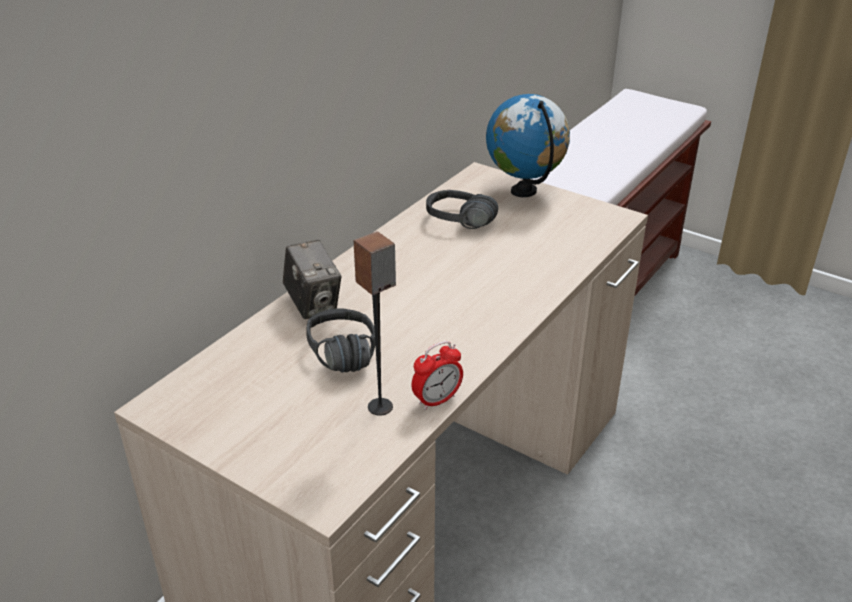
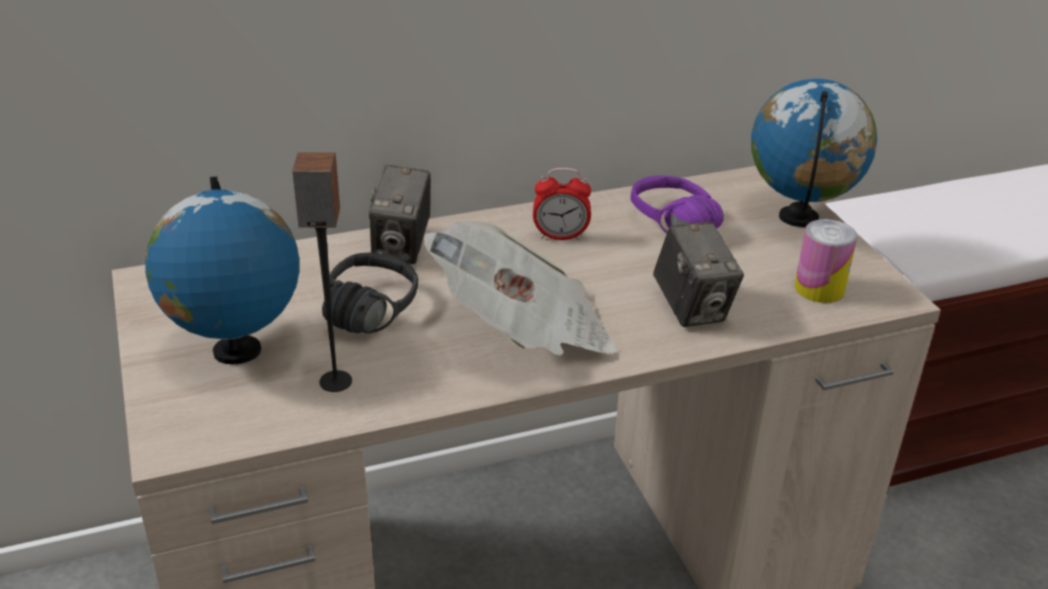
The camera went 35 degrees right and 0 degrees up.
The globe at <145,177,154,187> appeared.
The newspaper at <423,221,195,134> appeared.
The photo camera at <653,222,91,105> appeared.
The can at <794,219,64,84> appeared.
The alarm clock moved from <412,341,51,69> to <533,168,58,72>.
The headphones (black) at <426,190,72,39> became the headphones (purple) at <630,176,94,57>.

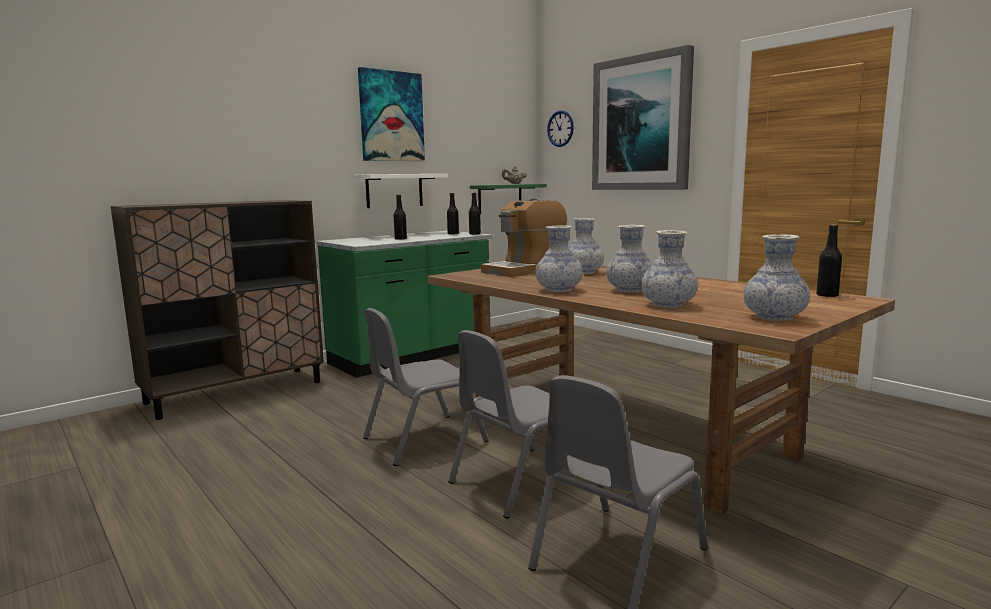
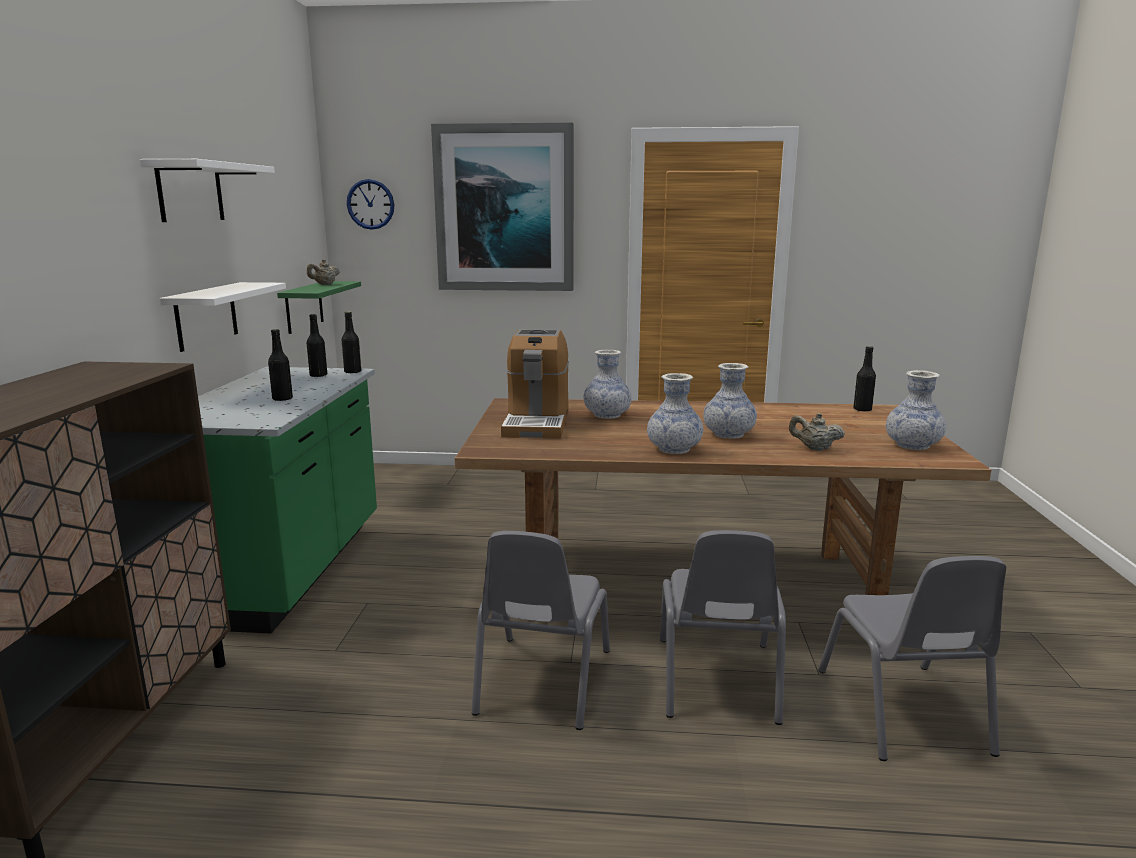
The camera went 45 degrees left and 5 degrees up.
The picture at <358,67,67,94> was replaced by the shelf (white) at <139,159,136,63>.
The vase at <641,230,57,78> was replaced by the teapot (beige) at <789,413,56,38>.

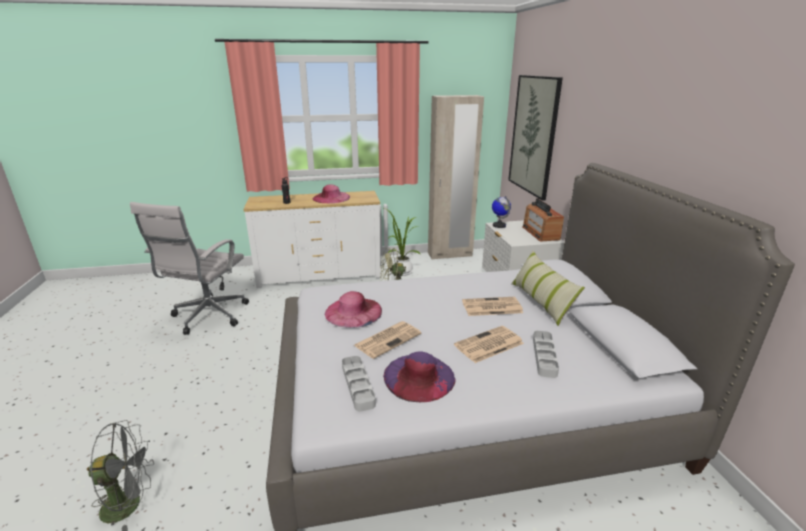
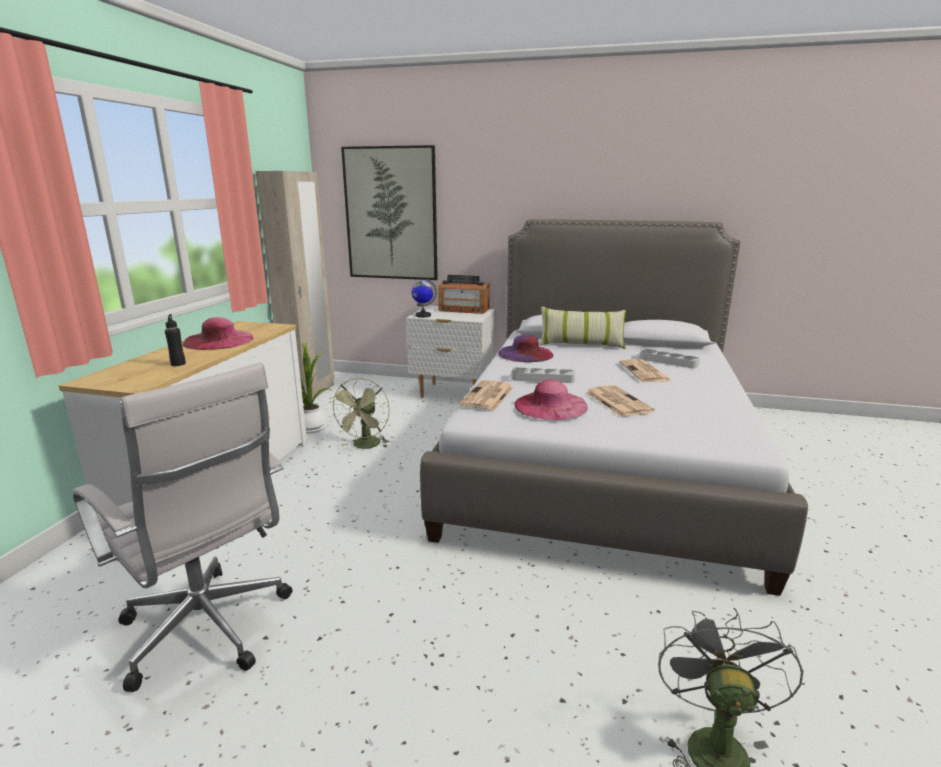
The camera went 65 degrees left and 5 degrees down.
The tray (grey) moved from <342,356,34,56> to <511,367,64,16>.
The hat (purple) moved from <383,351,73,51> to <498,334,56,28>.
The newspaper moved from <462,297,61,19> to <459,380,55,30>.

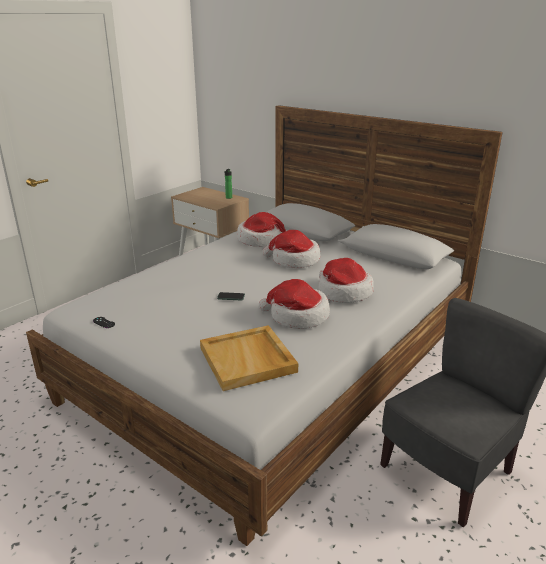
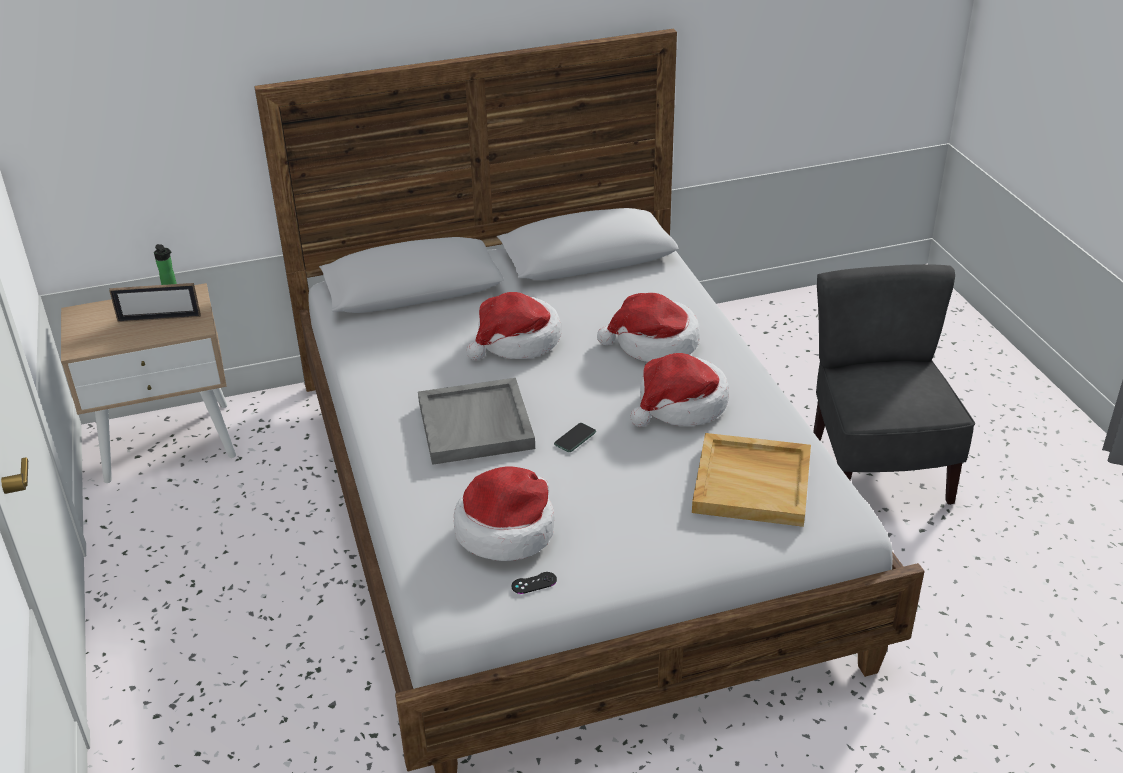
The camera went 55 degrees left and 10 degrees up.
The picture frame at <109,283,92,39> appeared.
The tray (grey) at <418,378,117,87> appeared.
The hat moved from <237,212,51,35> to <454,466,101,95>.

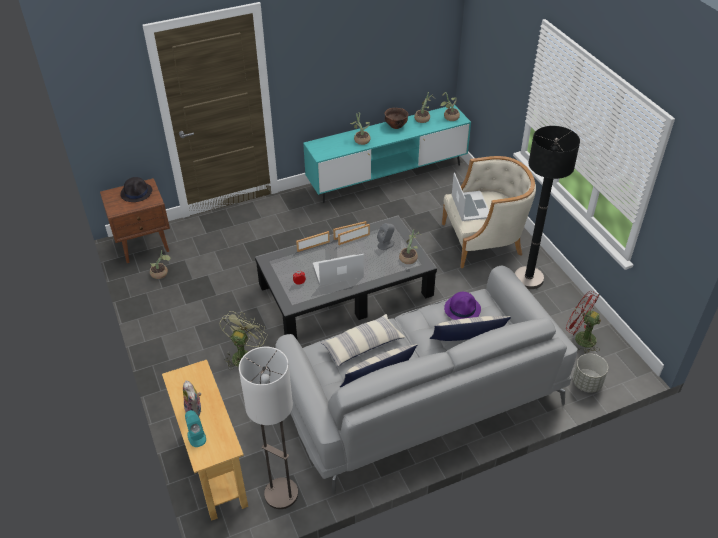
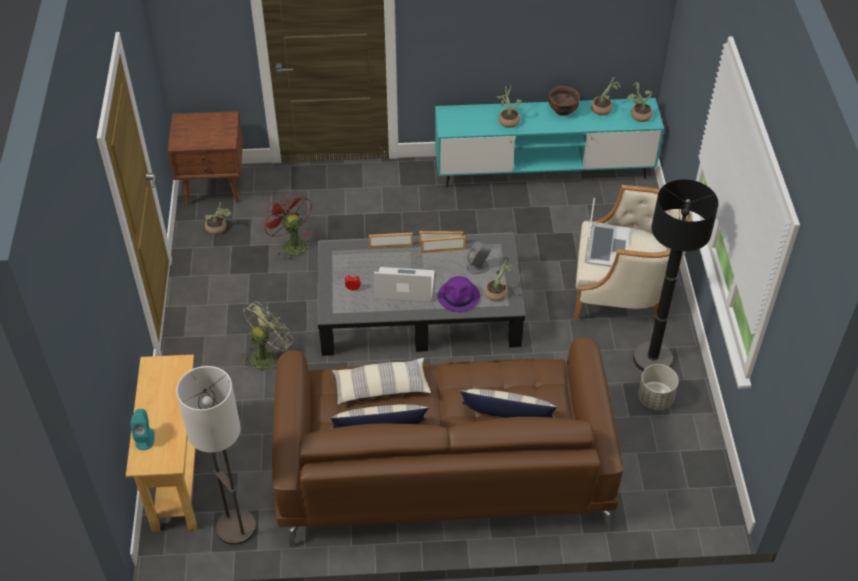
The camera went 20 degrees right and 5 degrees up.
The hat (black) at <120,177,32,25> disappeared.
The plush toy at <183,381,18,36> disappeared.
The hat (purple) moved from <444,292,37,28> to <438,276,42,36>.
The fan (red) moved from <566,291,35,62> to <261,191,51,71>.
The planter (grey) moved from <573,354,35,38> to <638,364,41,47>.
The sofa (grey) at <275,266,303,229> became the sofa (brown) at <272,337,351,210>.

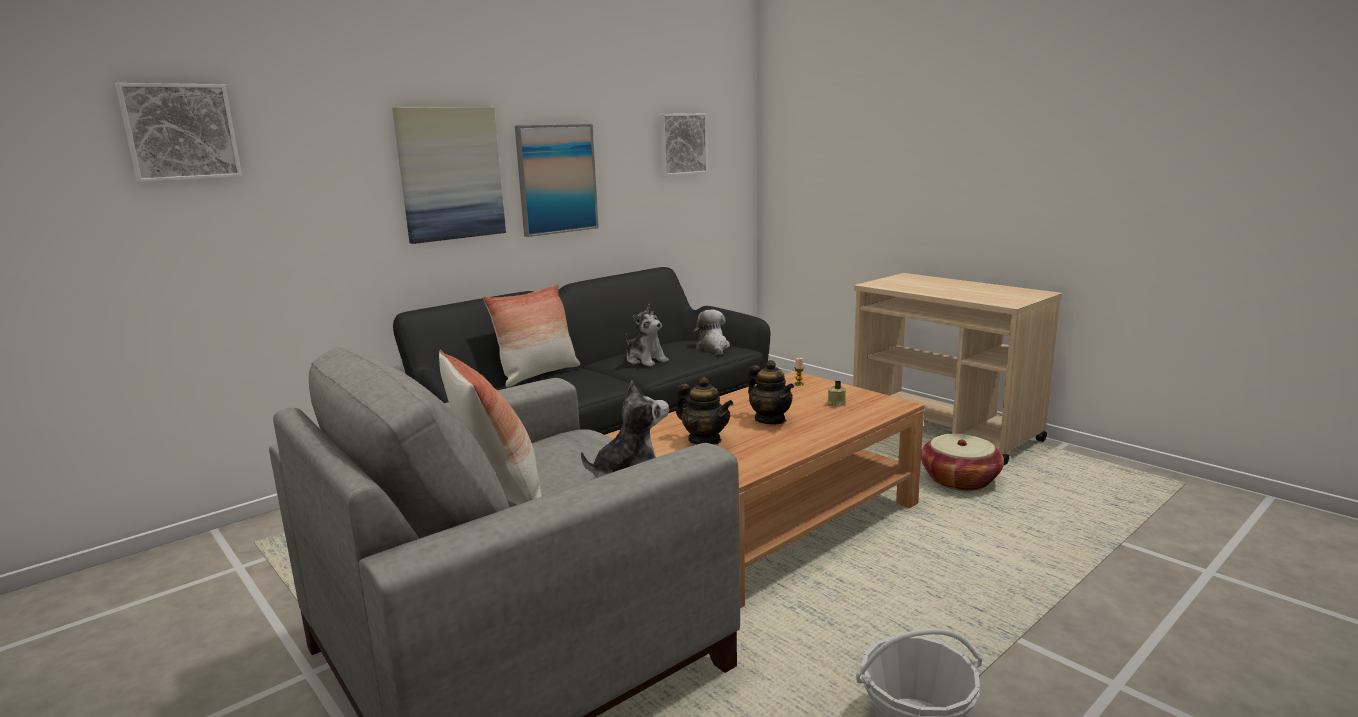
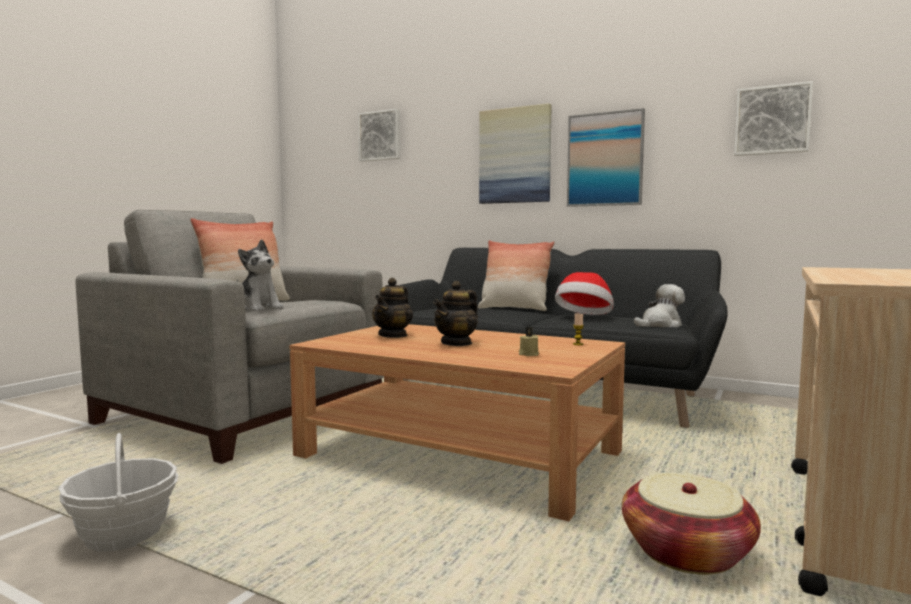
The camera went 70 degrees right and 10 degrees down.
The plush toy at <626,304,43,63> was replaced by the hat at <555,272,59,43>.

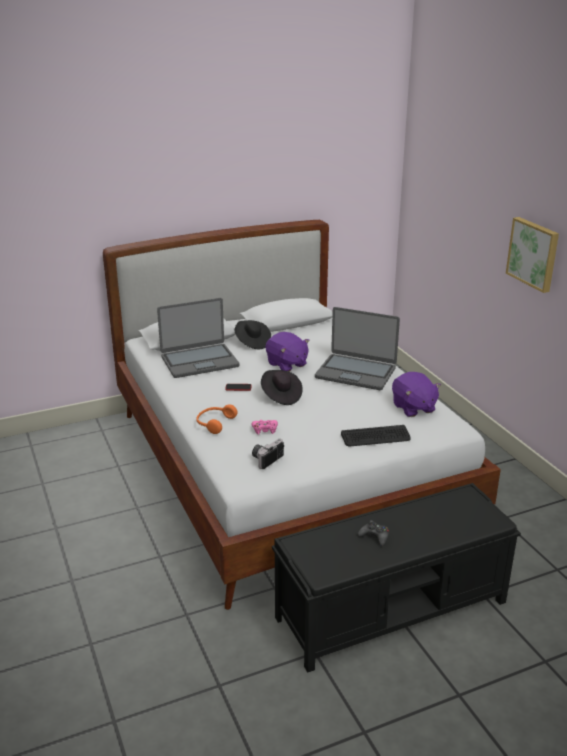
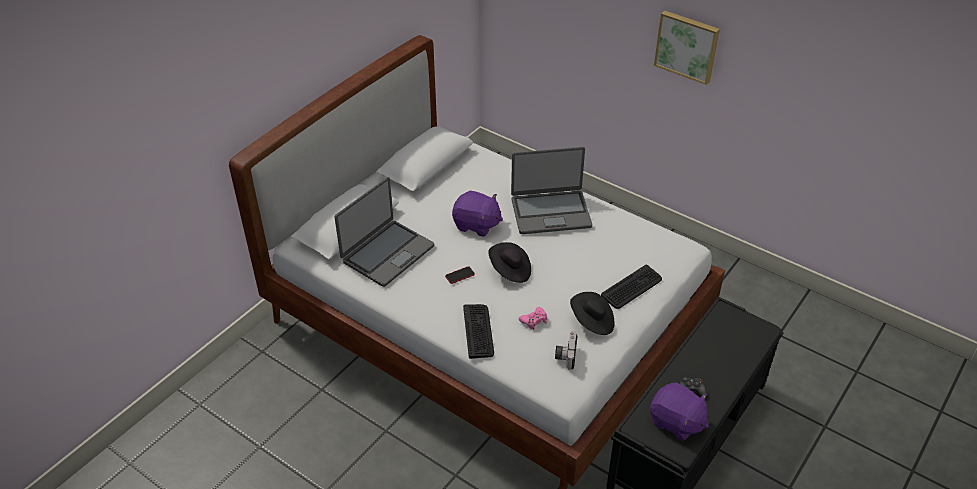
The camera went 30 degrees left and 15 degrees up.
The hat (black) moved from <235,320,36,29> to <570,292,45,43>.
The plush toy (purple) moved from <392,372,49,45> to <650,383,59,58>.
The headphones (orange) at <196,404,42,30> was replaced by the keyboard at <463,304,31,55>.

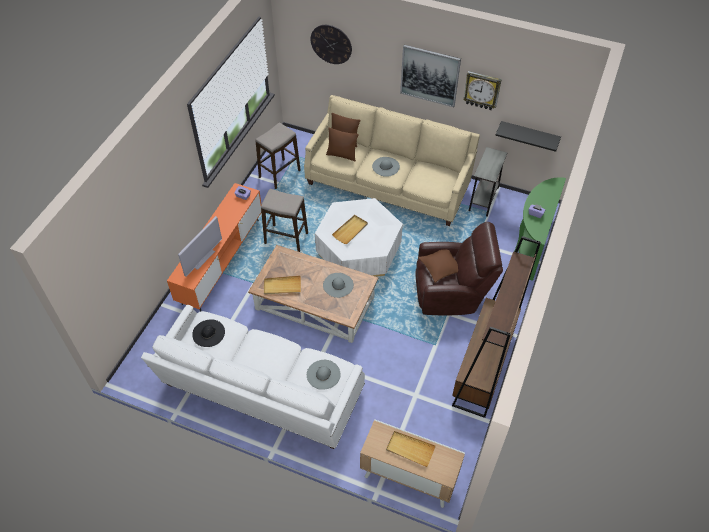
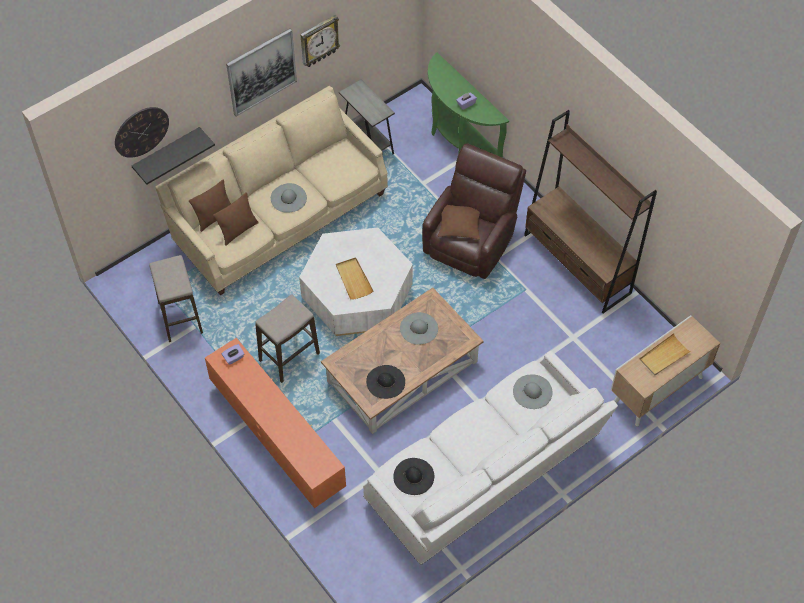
The camera went 60 degrees left and 5 degrees up.
The television at <178,216,44,61> disappeared.
The shelf (black) moved from <495,121,66,31> to <132,127,83,58>.
The tray (beige) at <264,276,37,19> was replaced by the hat (black) at <366,365,39,34>.

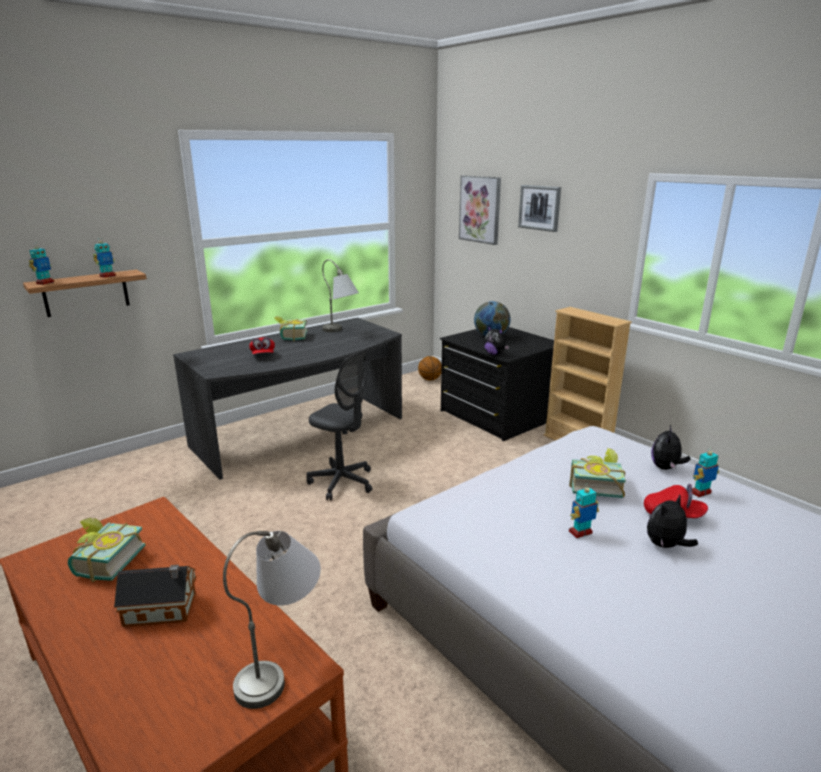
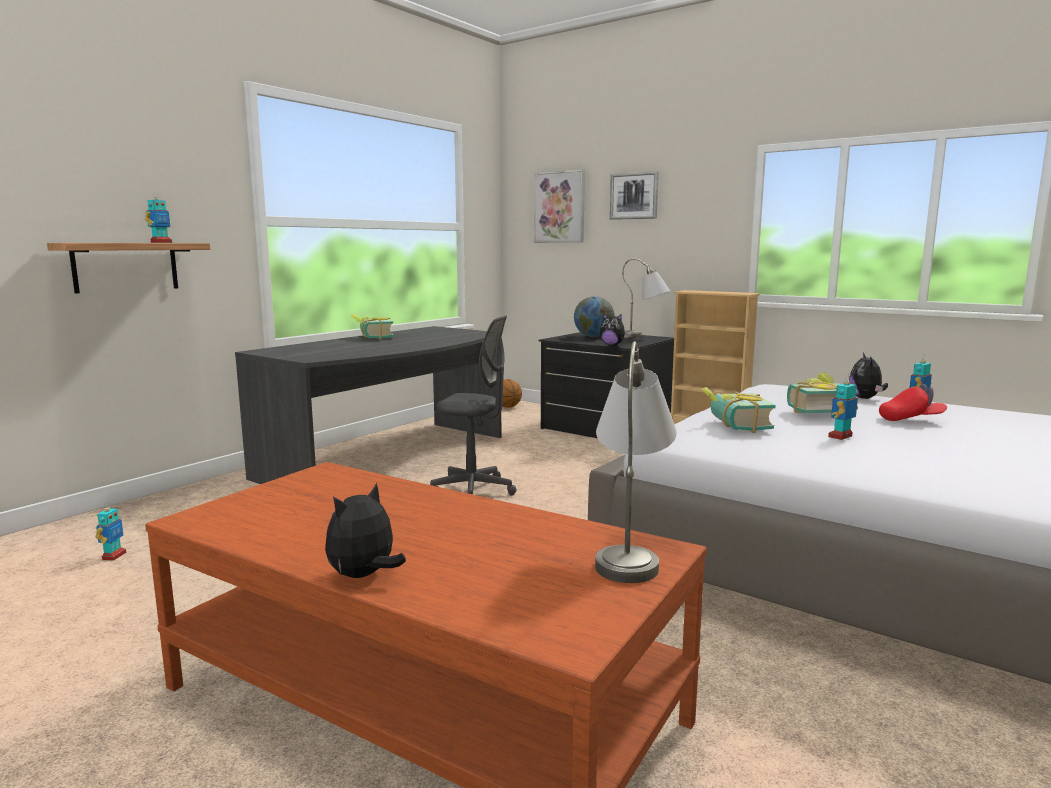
The camera went 15 degrees left and 10 degrees down.
The toy house at <114,565,82,62> disappeared.
The cap (red) at <249,337,26,17> disappeared.
The toy robot moved from <29,247,25,38> to <95,502,31,58>.
The book moved from <68,518,78,64> to <701,387,75,46>.
The table lamp (grey) moved from <322,259,37,73> to <622,258,48,79>.
The plush toy moved from <647,495,51,54> to <325,483,81,95>.

